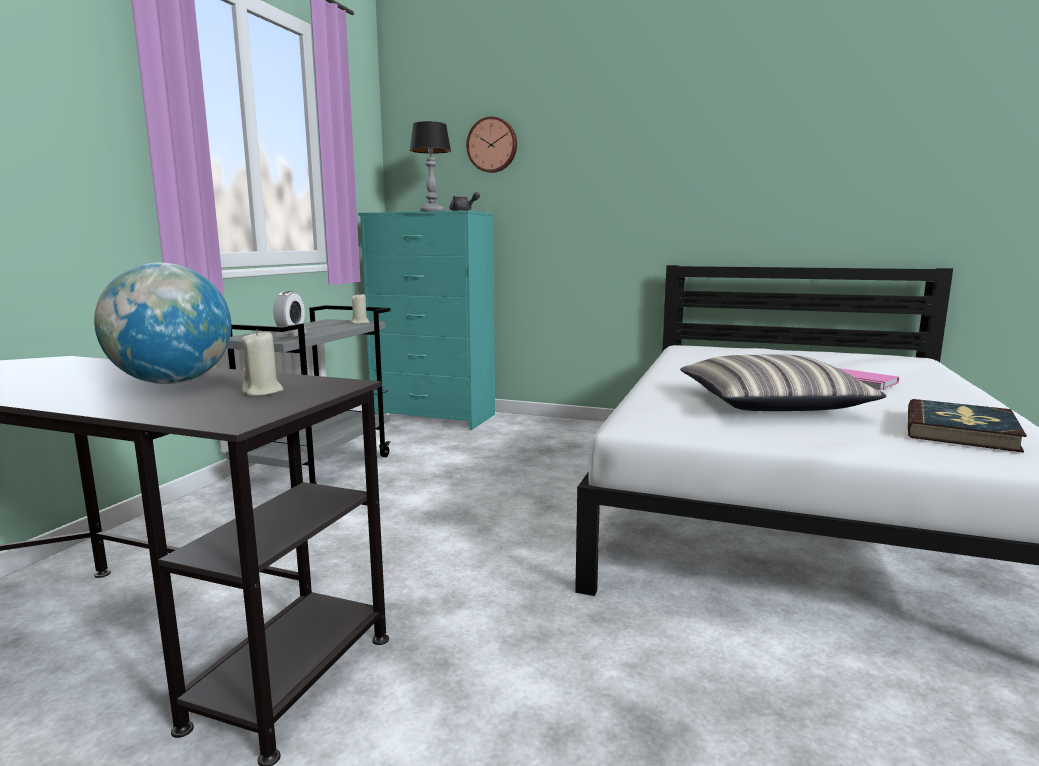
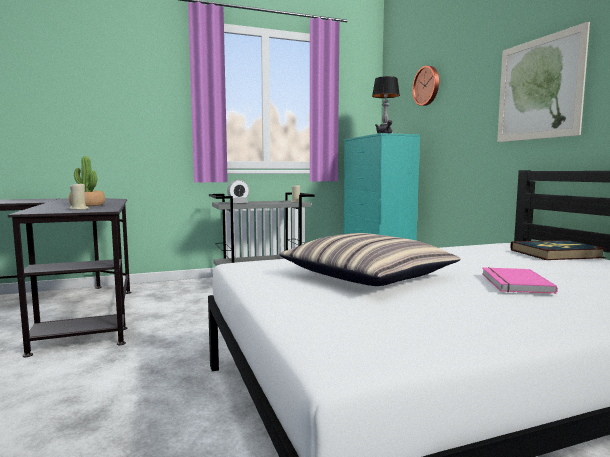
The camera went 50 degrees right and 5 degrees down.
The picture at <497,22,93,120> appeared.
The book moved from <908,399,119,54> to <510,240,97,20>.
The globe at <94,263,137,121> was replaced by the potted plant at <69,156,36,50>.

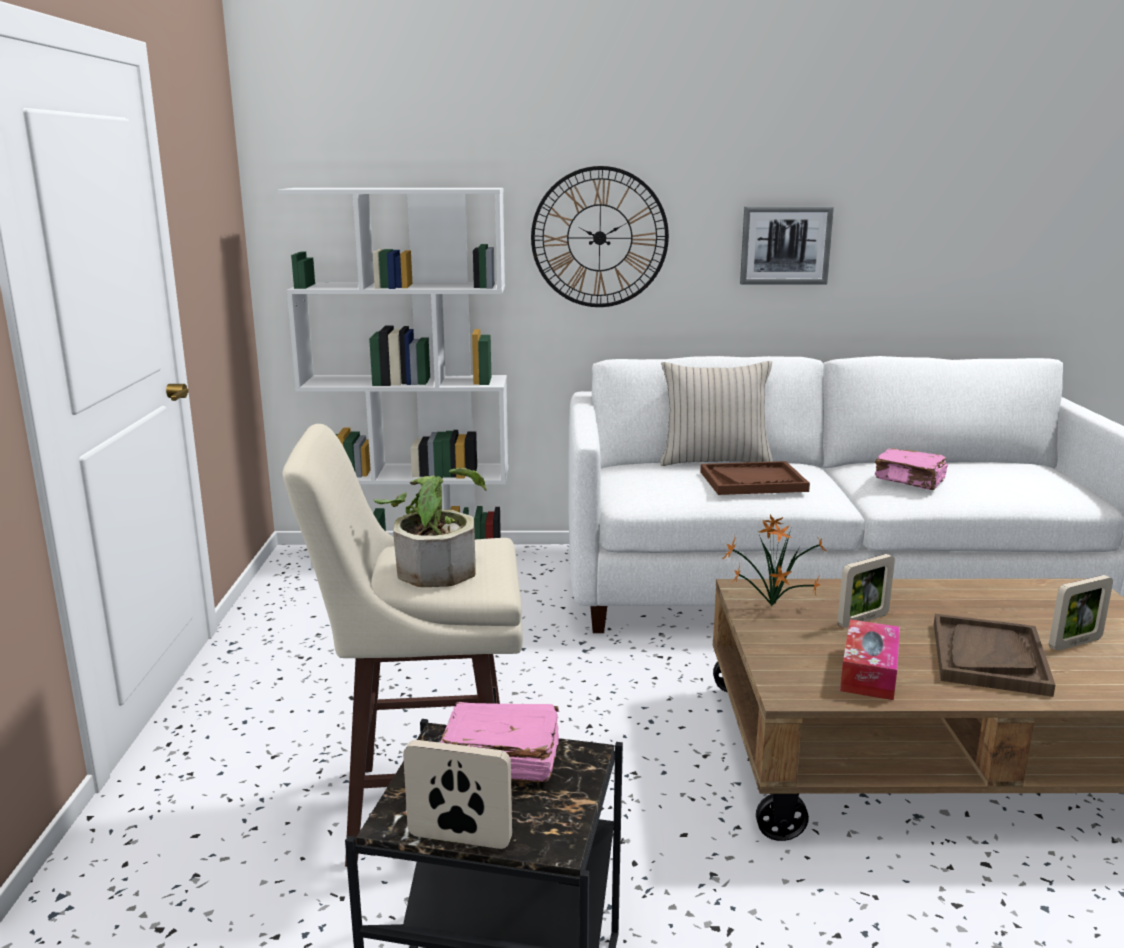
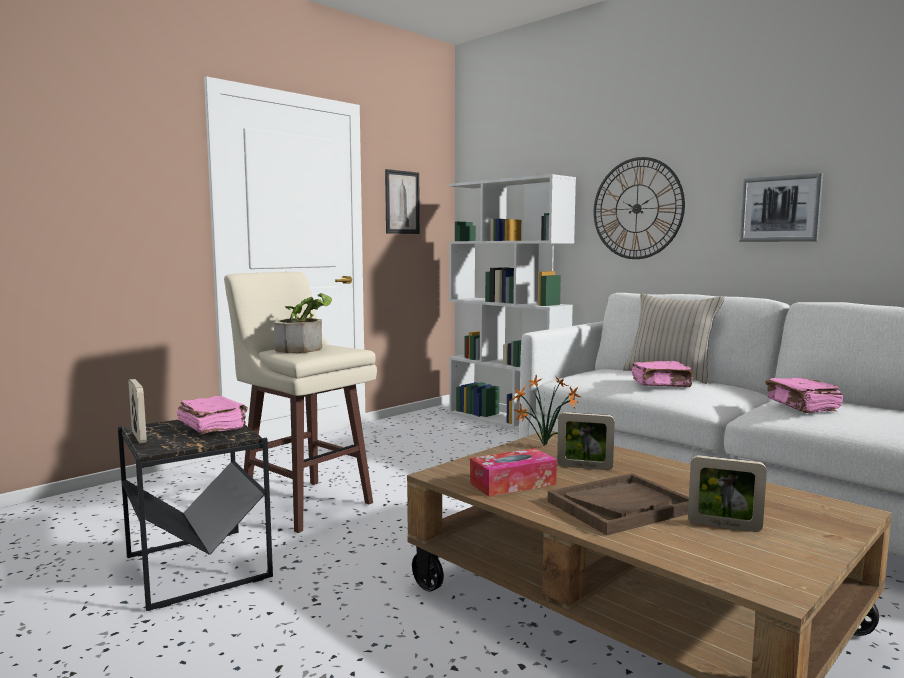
The camera went 45 degrees right and 10 degrees down.
The picture at <385,169,35,65> appeared.
The tray (brown) at <700,461,110,34> was replaced by the book (pink) at <632,361,62,26>.

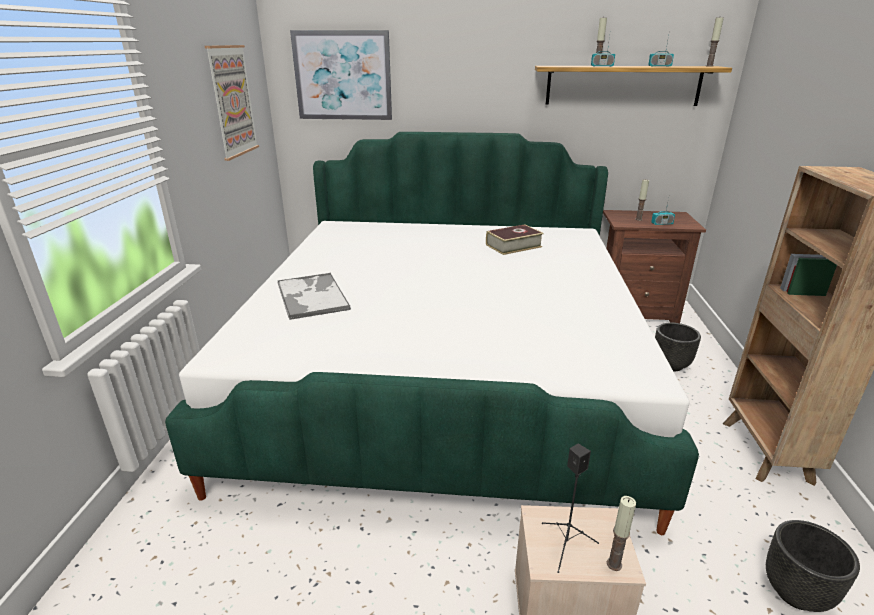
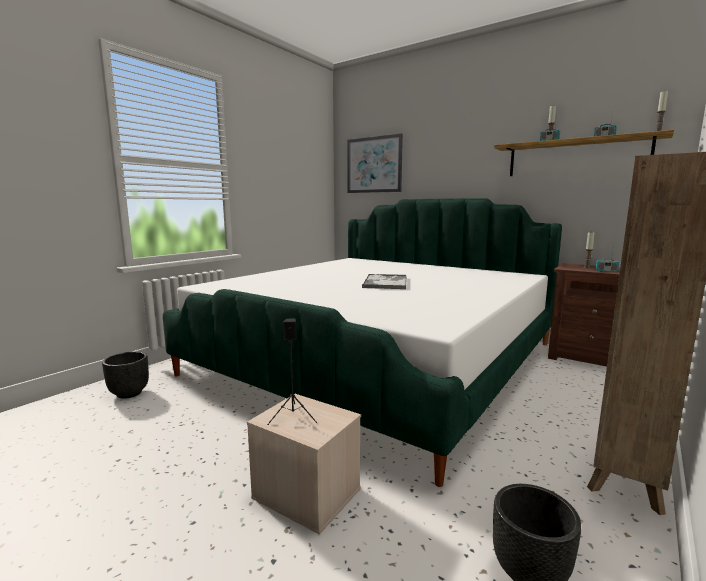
The camera went 30 degrees right and 15 degrees down.
The picture at <205,45,54,116> disappeared.
The book at <486,224,58,31> disappeared.
The candle at <607,496,29,75> disappeared.
The tray moved from <277,273,74,47> to <362,274,45,15>.
The planter (black) moved from <655,322,46,49> to <102,351,47,48>.

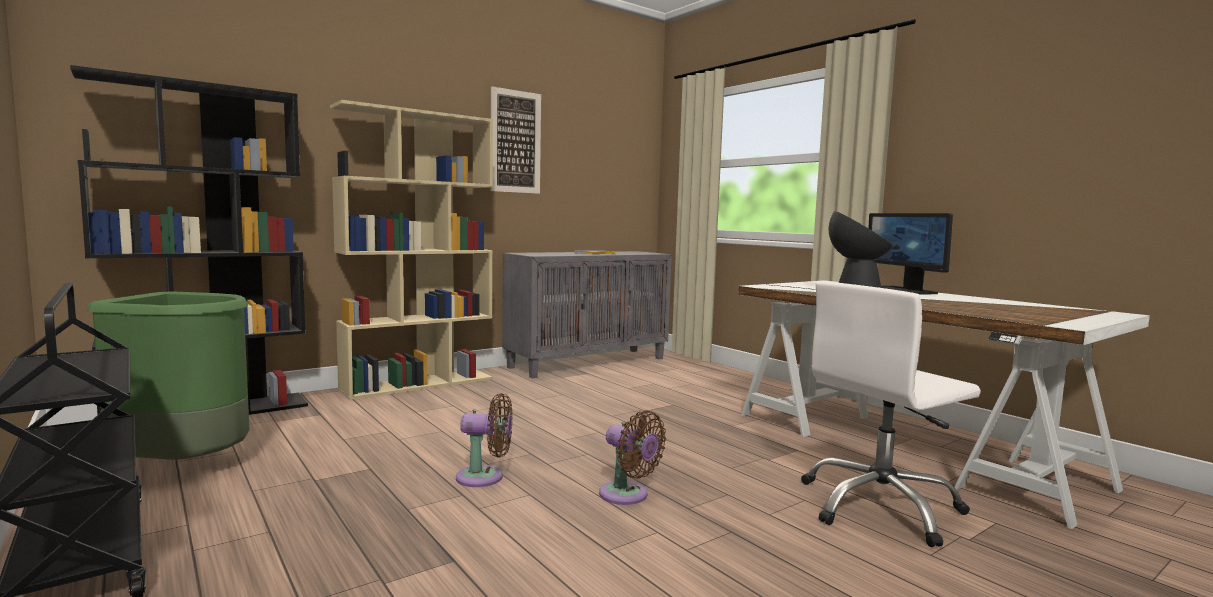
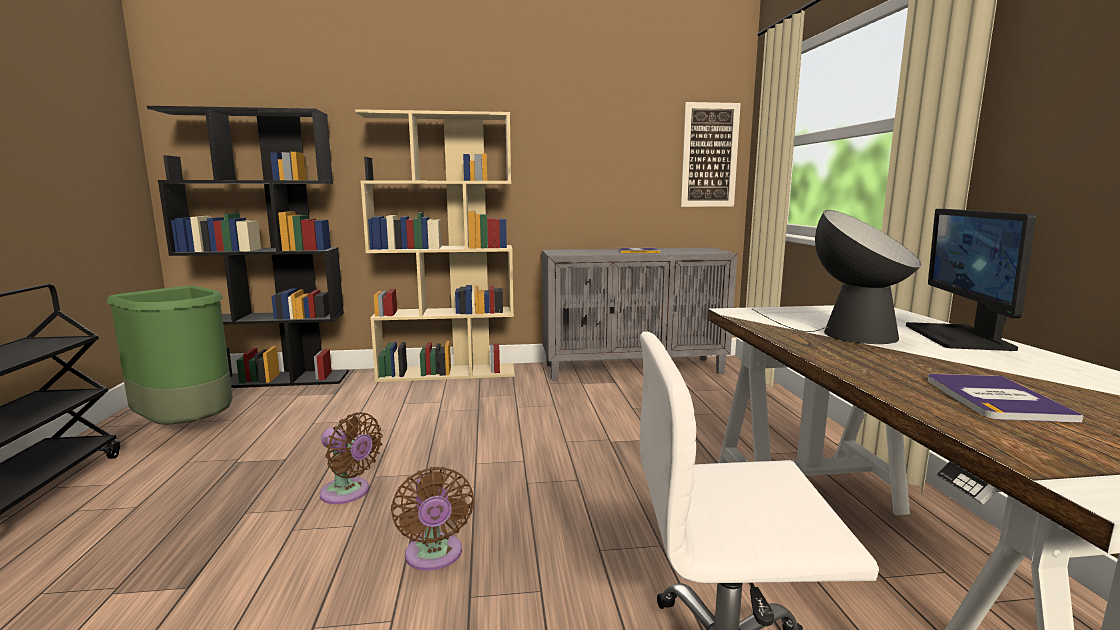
The camera went 30 degrees right and 5 degrees up.
The book at <927,374,157,49> appeared.
The picture moved from <490,86,51,108> to <681,102,60,105>.

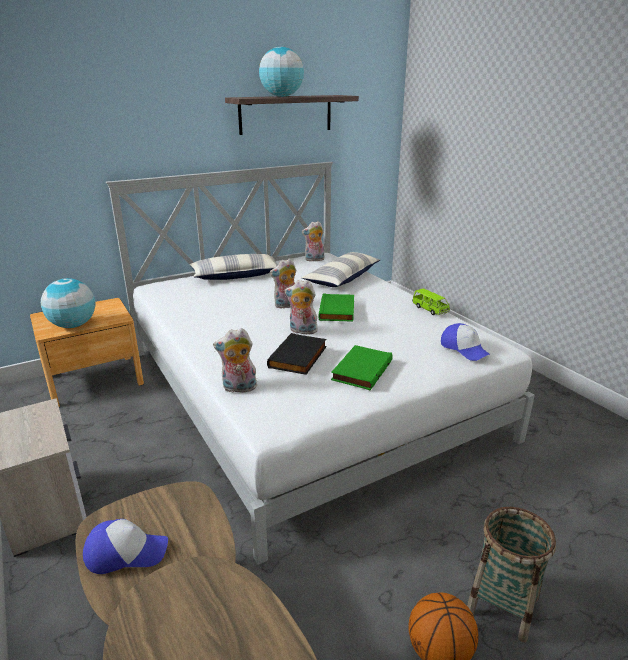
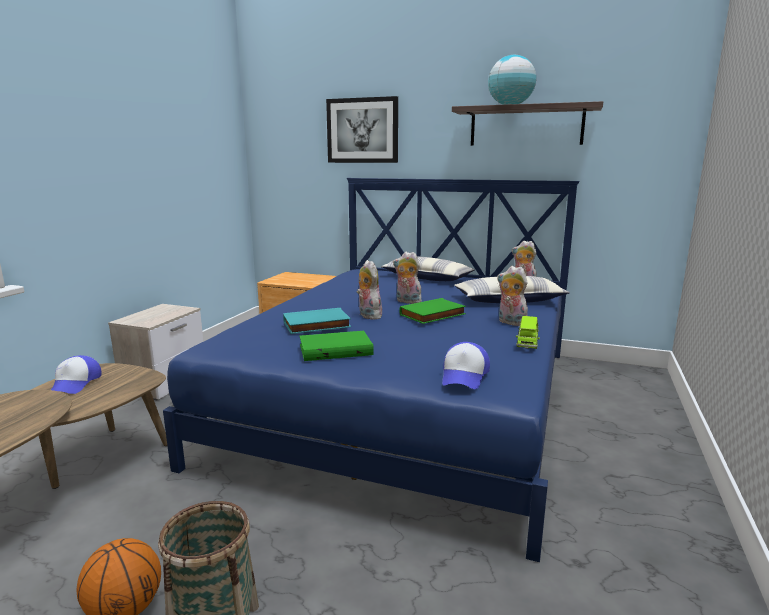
The camera went 50 degrees right and 10 degrees down.
The globe at <41,278,55,50> disappeared.
The picture at <326,96,72,67> appeared.
The plush toy moved from <213,328,44,65> to <497,266,31,60>.
The bed (white) at <106,162,429,403> became the bed (blue) at <163,178,416,384>.
The book (black) at <267,333,60,42> became the book (turquoise) at <283,308,68,26>.
The cap at <83,519,85,55> turned 45 degrees clockwise.

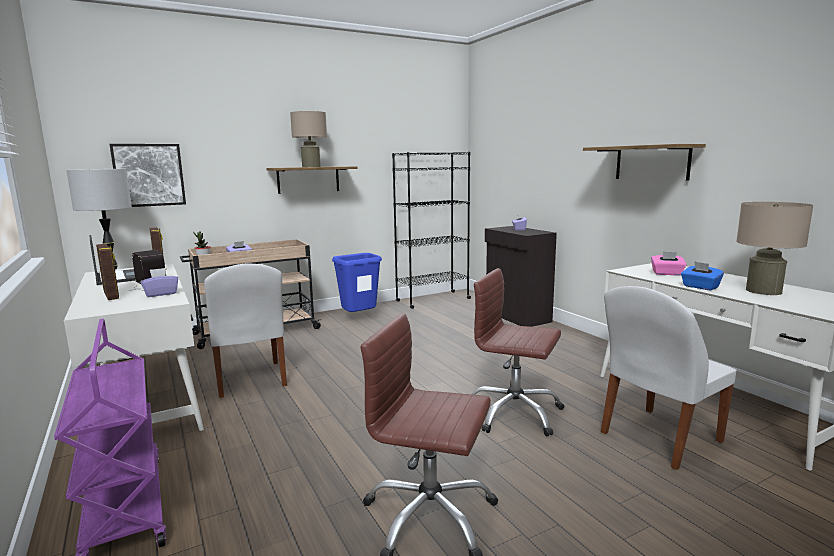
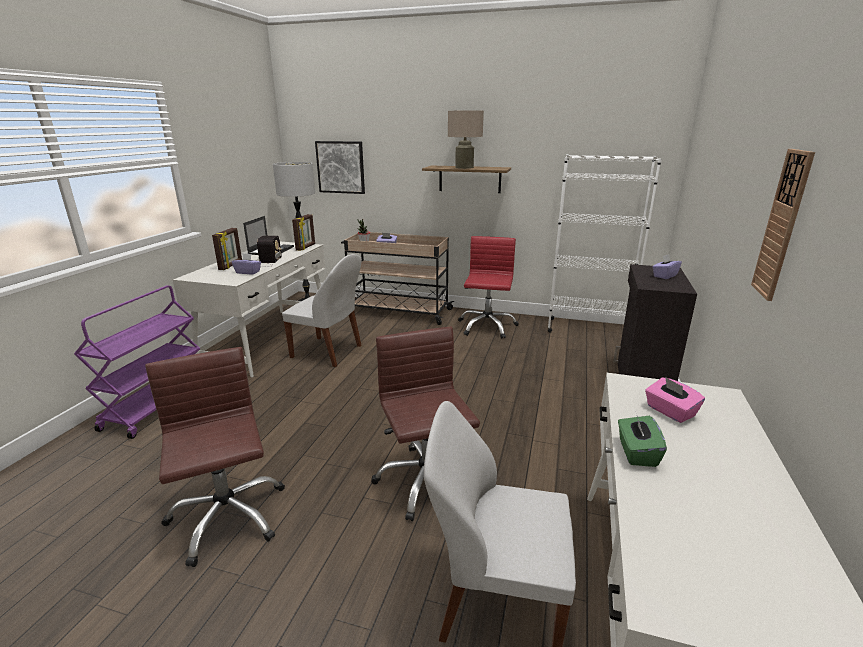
The camera went 45 degrees right and 10 degrees up.
The table lamp (beige) at <736,202,77,93> disappeared.
The trash can (blue) at <332,253,50,59> was replaced by the office chair (red) at <458,236,61,103>.
The shelf at <583,144,123,37> was replaced by the wall clock at <751,149,64,152>.
The bookcase (black) at <392,152,79,157> became the bookcase (white) at <548,154,114,179>.
The tissue box (blue) at <681,261,43,29> became the tissue box (green) at <618,416,49,51>.
The chair (white) at <204,264,83,134> turned 90 degrees counterclockwise.

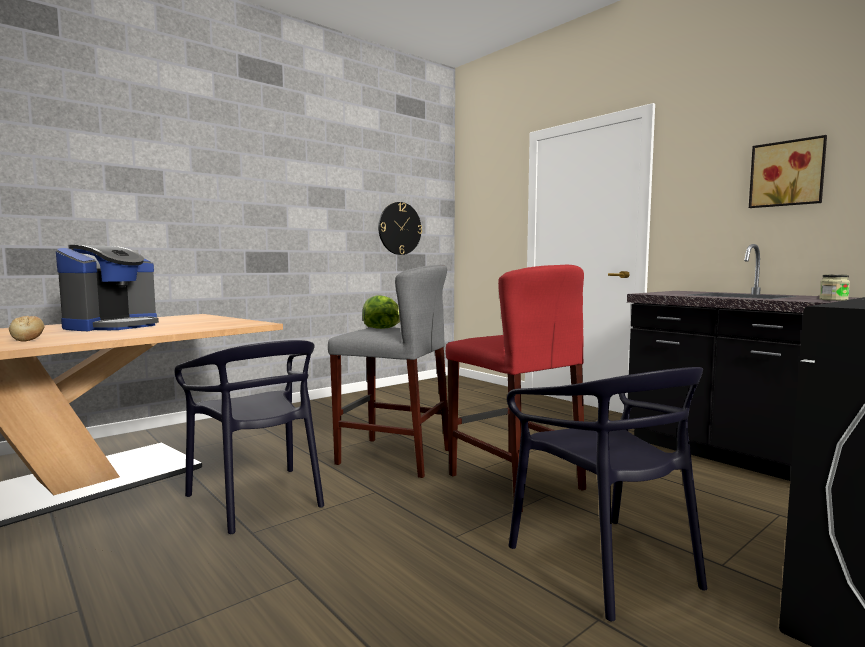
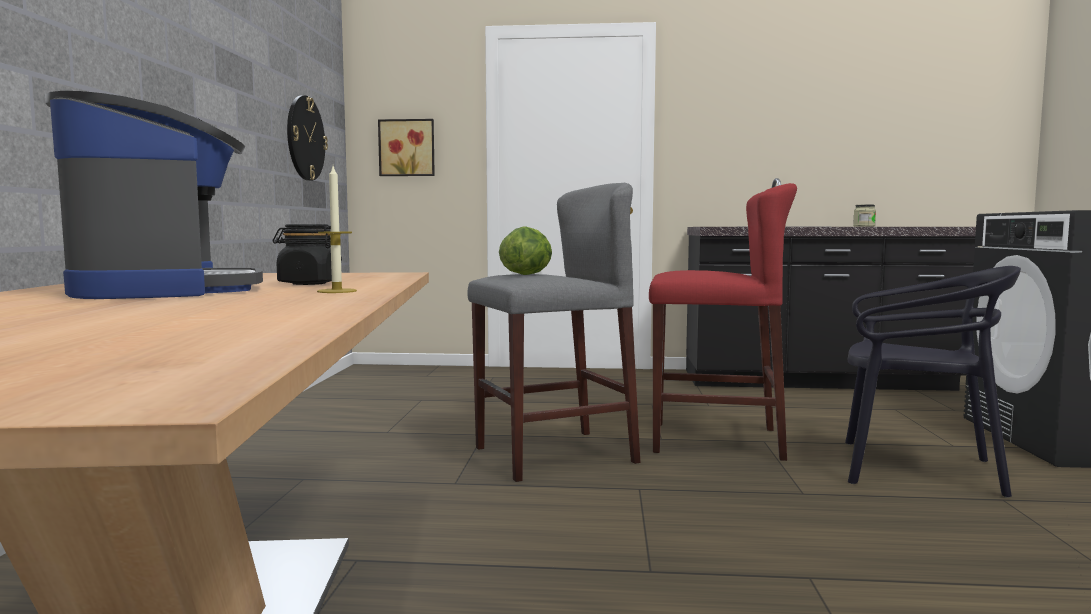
The camera went 45 degrees left and 0 degrees up.
The bread at <9,316,35,26> disappeared.
The chair (black) at <175,340,149,194> disappeared.
The jar (black) at <273,224,69,61> appeared.
The candle at <317,166,40,127> appeared.
The picture moved from <749,135,78,73> to <378,119,57,57>.

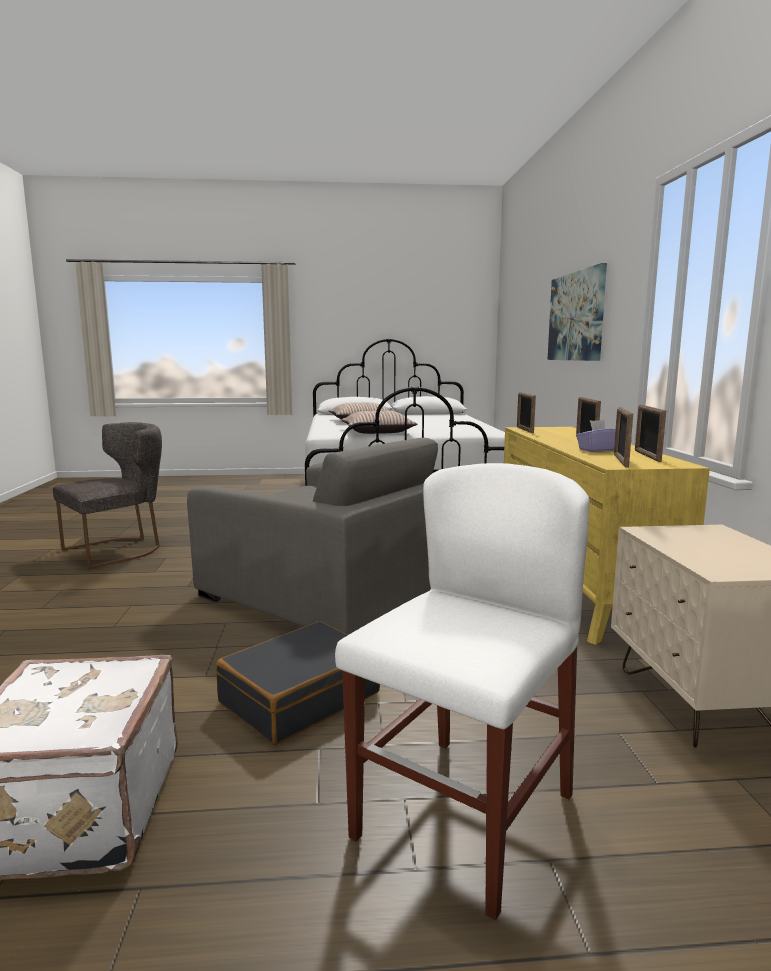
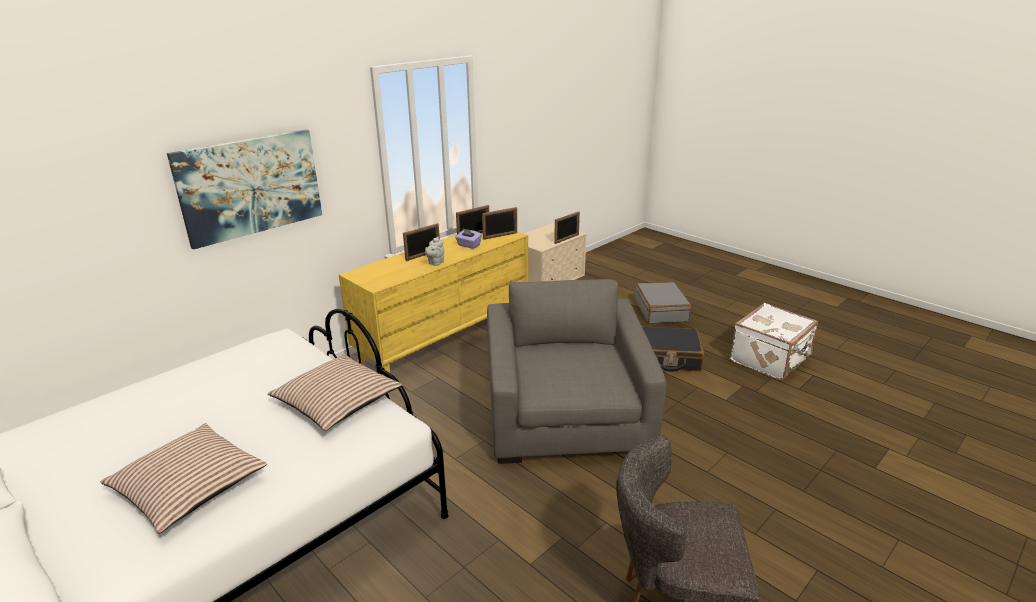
The camera went 130 degrees left and 15 degrees up.
The teapot (grey) at <425,237,19,29> appeared.
The picture frame moved from <517,392,19,41> to <554,211,26,33>.
The chair (white) at <335,463,254,457> was replaced by the suitcase (grey) at <635,282,57,41>.

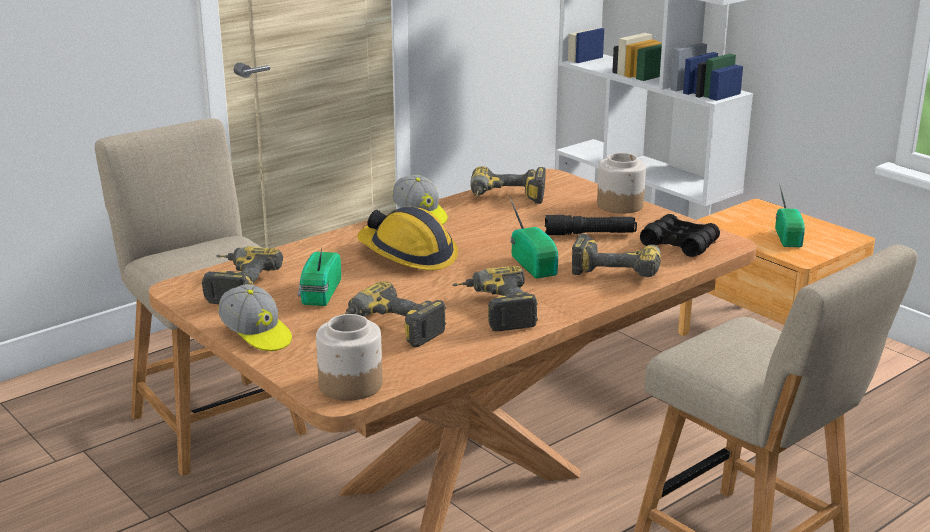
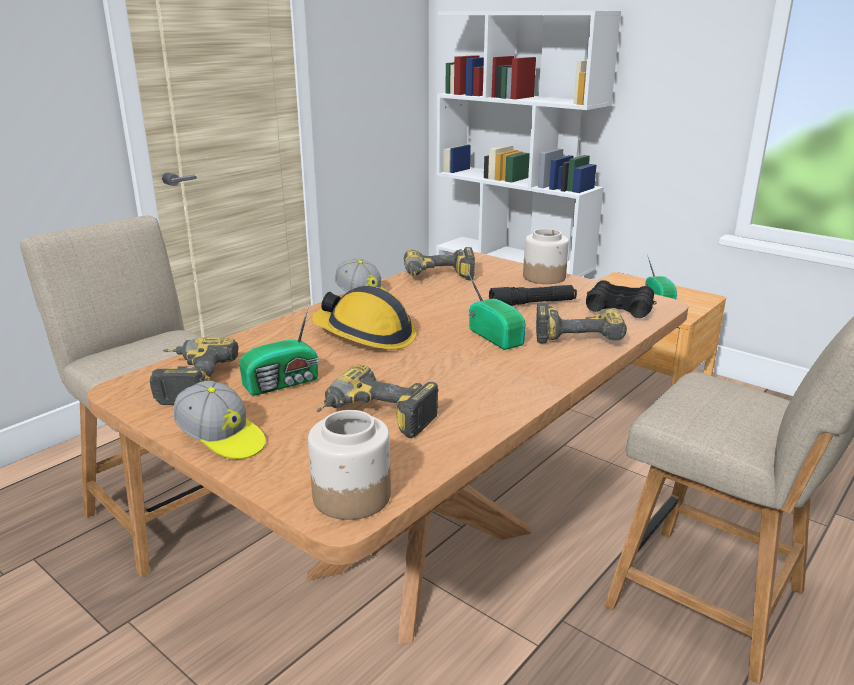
The camera went 10 degrees left and 0 degrees up.
The power drill at <452,266,86,66> disappeared.
The radio at <298,248,43,58> turned 120 degrees counterclockwise.

